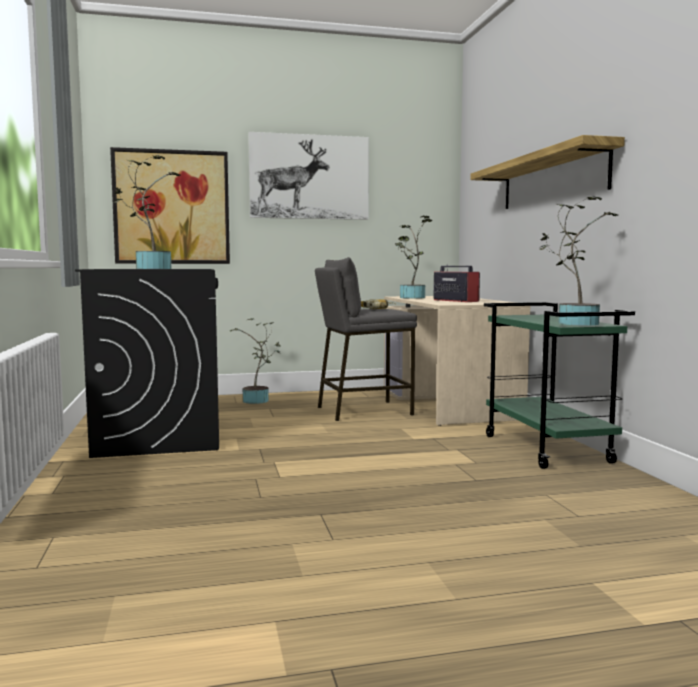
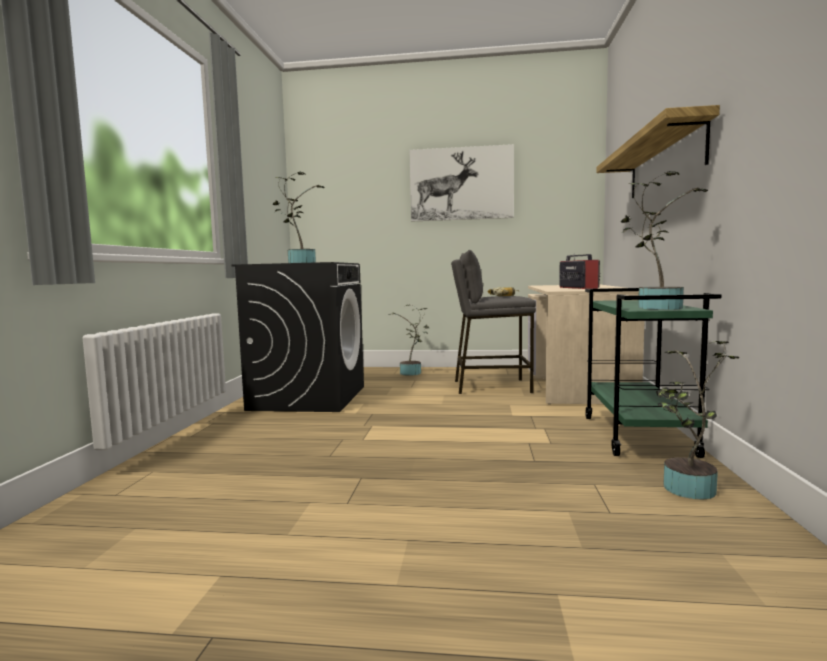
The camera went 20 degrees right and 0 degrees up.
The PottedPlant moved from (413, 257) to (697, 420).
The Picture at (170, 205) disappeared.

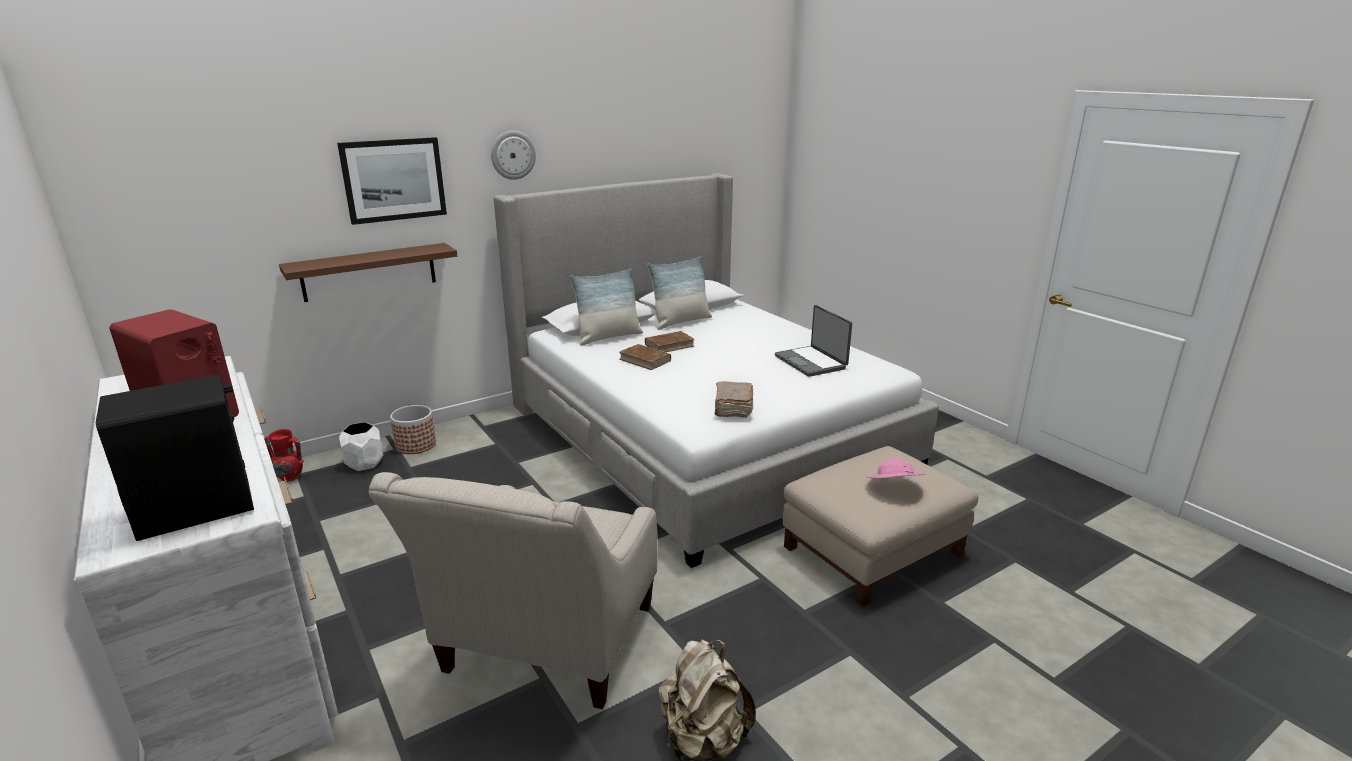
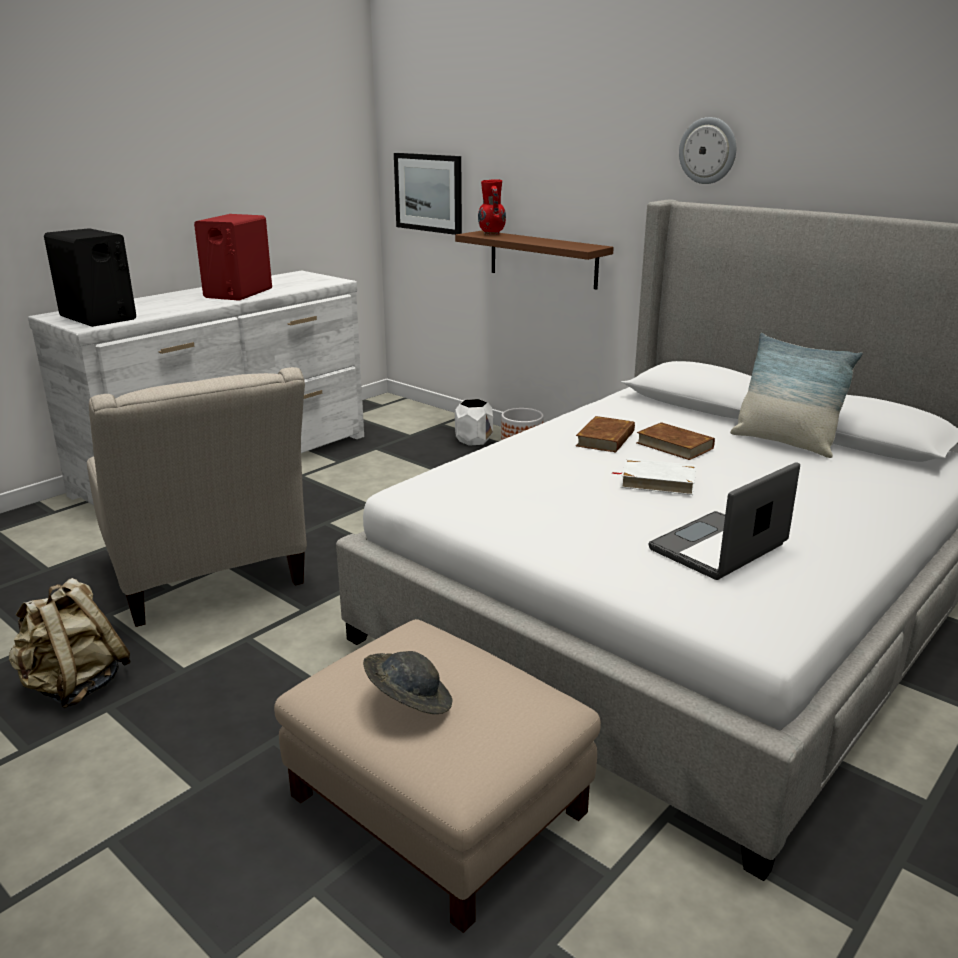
The camera went 75 degrees right and 0 degrees up.
The BeigeArmchair at (513, 590) turned 120 degrees counterclockwise.
The PinkHat at (896, 468) became the GreyHat at (407, 682).
The Picture moved from (392, 181) to (428, 194).
The RedVase moved from (284, 455) to (492, 207).
The WhiteBook at (654, 476) appeared.
The Pillow at (606, 307) disappeared.
The BrownBook at (734, 399) disappeared.

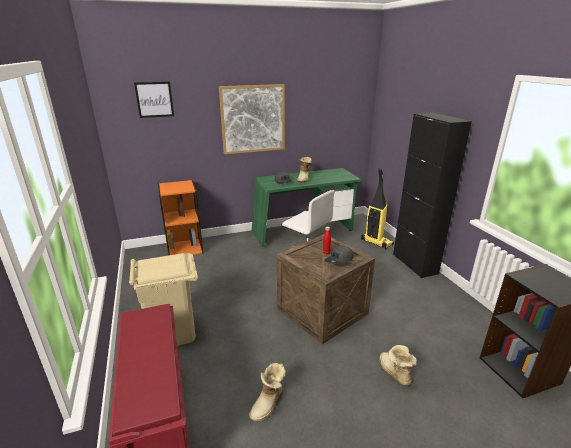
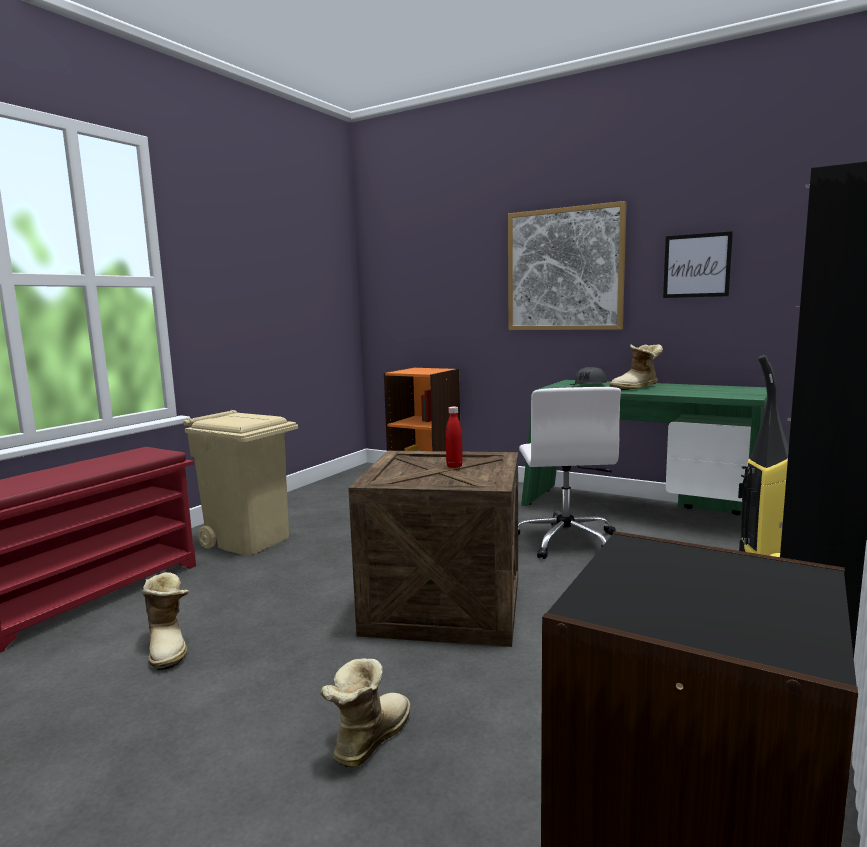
The camera went 50 degrees right and 15 degrees down.
The Boot at (267, 392) turned 105 degrees counterclockwise.
The Picture moved from (154, 100) to (698, 264).
The GreyCap at (339, 255) disappeared.

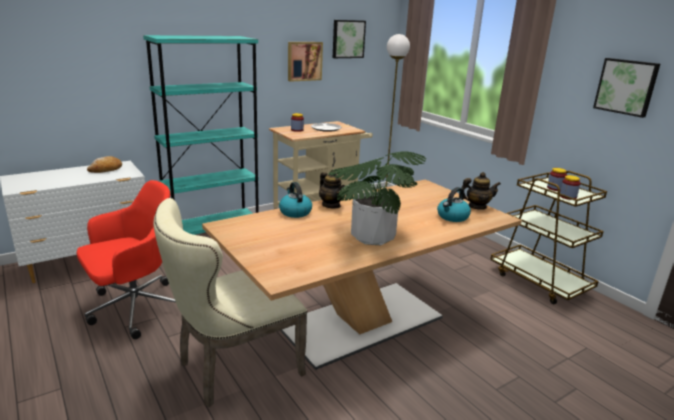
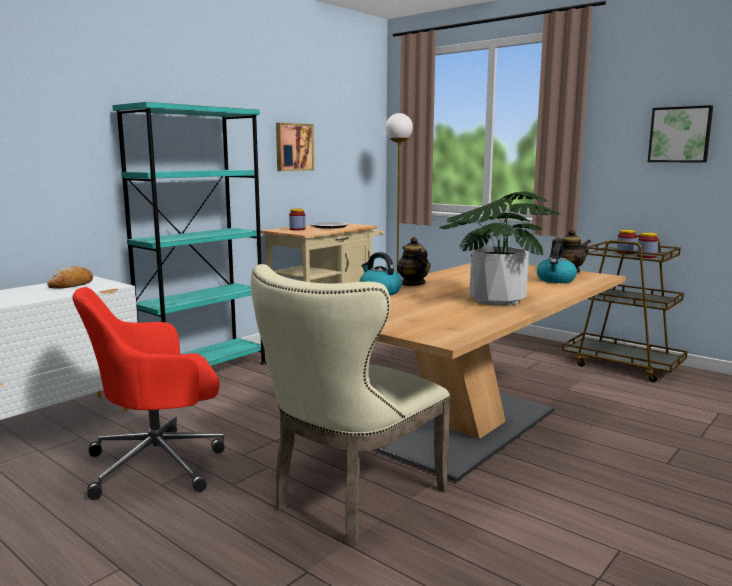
The camera went 15 degrees left and 10 degrees down.
The RedOfficeChair at (126, 259) turned 150 degrees counterclockwise.
The Teapot at (332, 189) turned 150 degrees counterclockwise.
The Picture at (349, 39) disappeared.

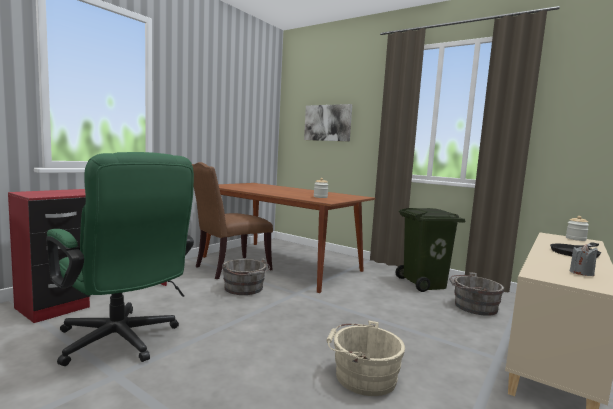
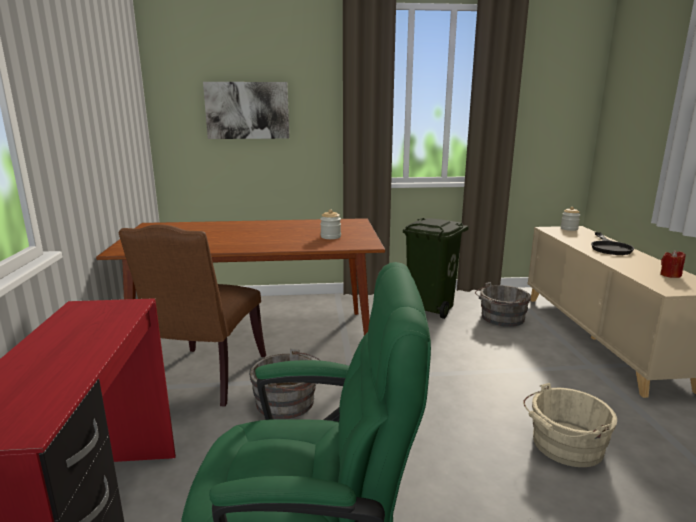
The camera went 40 degrees left and 10 degrees up.
The GreyCandle at (584, 260) became the RedCandle at (672, 264).

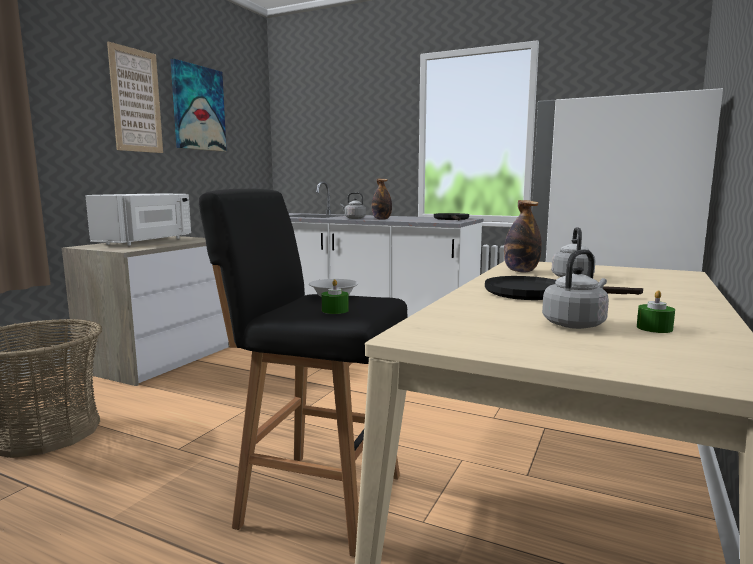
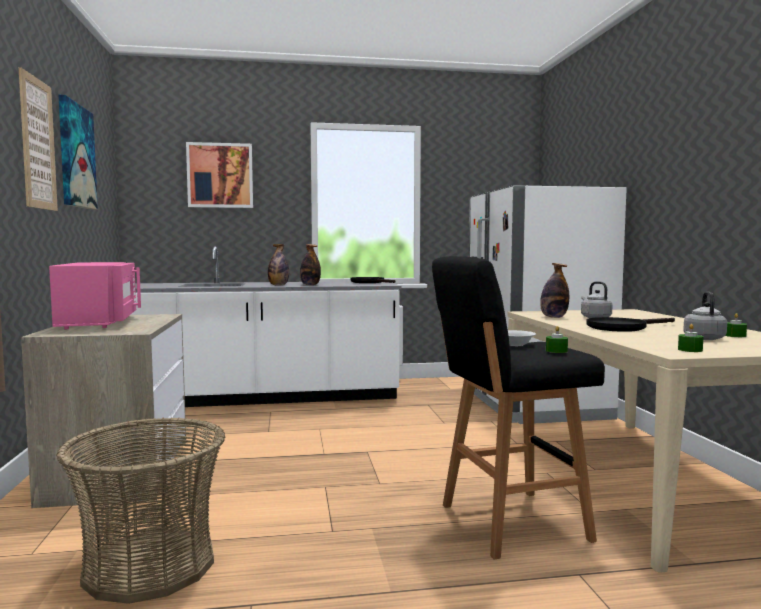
The camera went 35 degrees left and 5 degrees down.
The WhiteMicrowave at (138, 220) became the PinkMicrowave at (95, 295).
The Picture at (219, 175) appeared.
The GreyKettle at (353, 205) was replaced by the Bottle at (278, 264).
The GreenCandle at (690, 338) appeared.

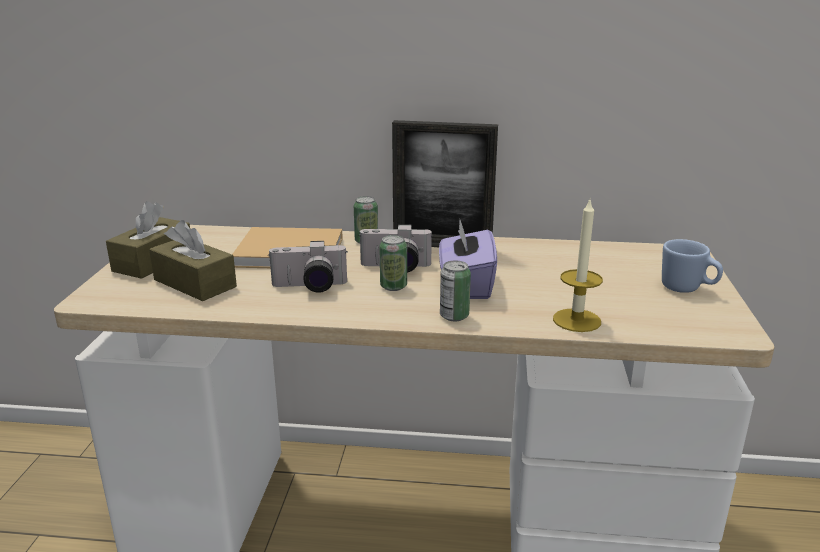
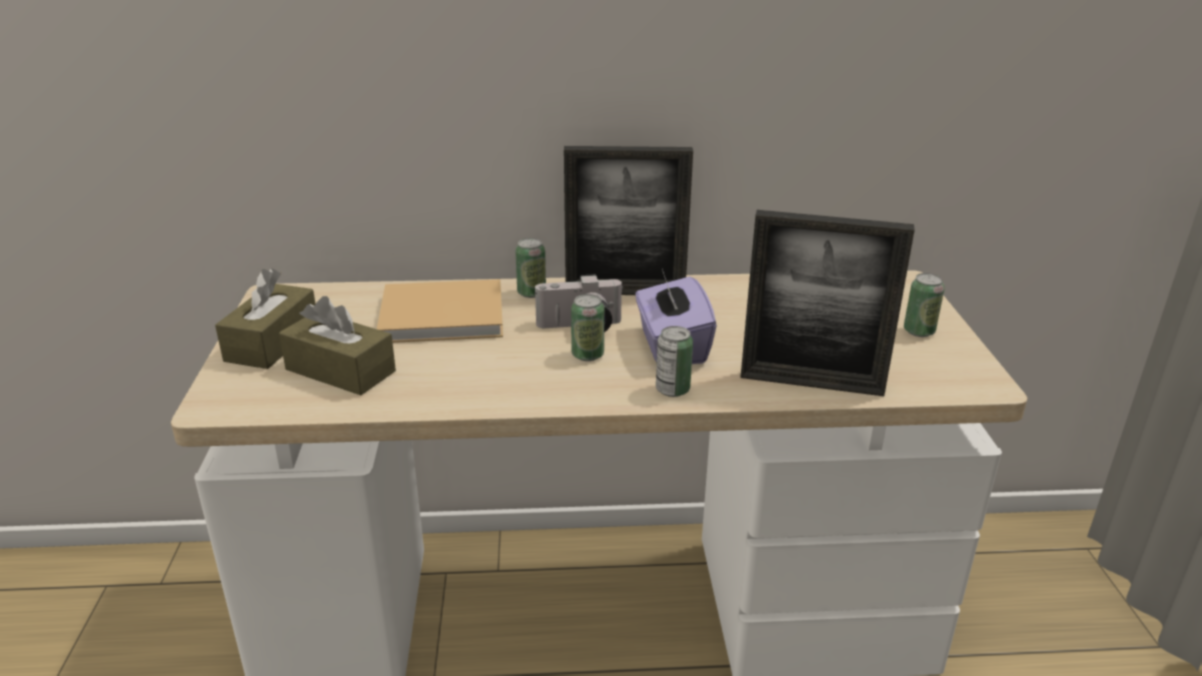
The camera went 10 degrees left and 5 degrees up.
The Candle at (578, 264) was replaced by the PictureFrame at (827, 303).
The BlueMug at (692, 266) was replaced by the Can at (924, 305).
The PhotoCamera at (308, 267) disappeared.

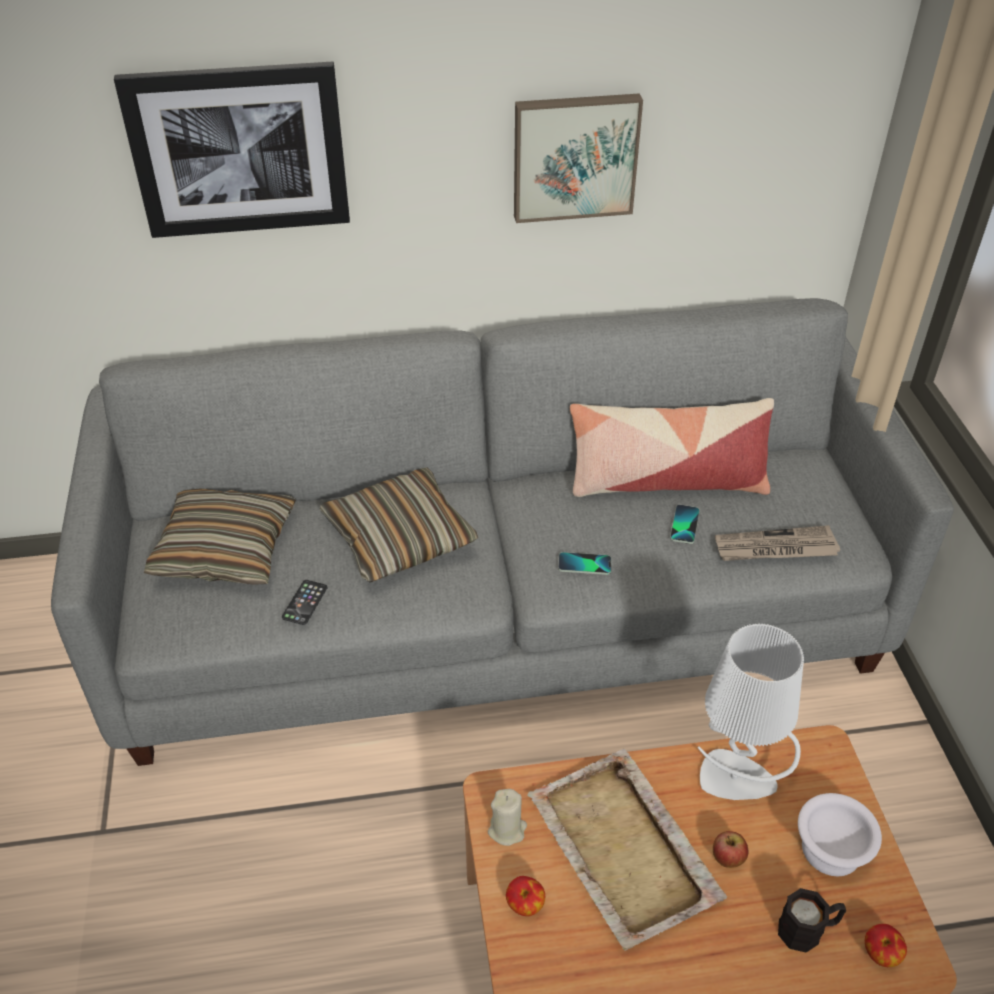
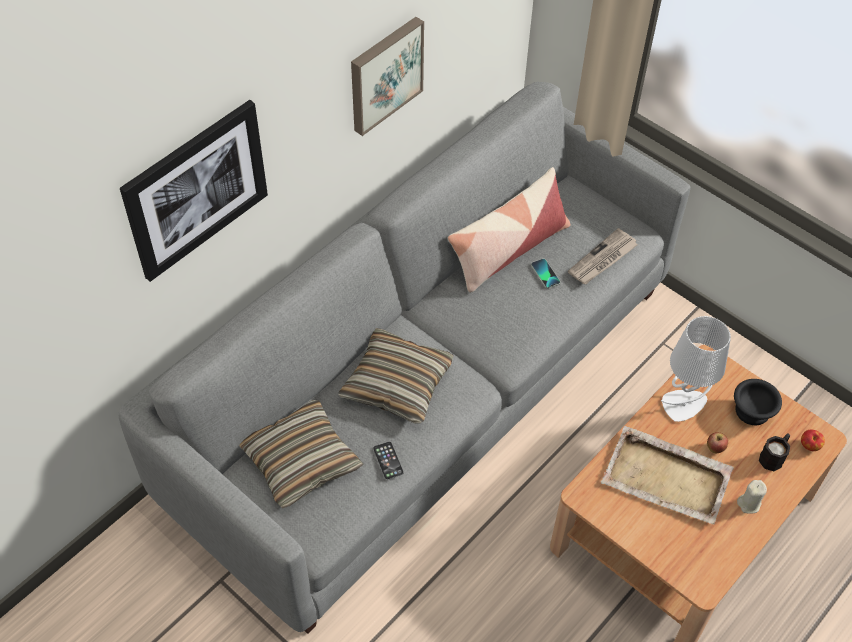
The camera went 40 degrees left and 10 degrees up.
The WhiteBowl at (840, 834) became the BlackBowl at (758, 402).
The BeigeCandle moved from (507, 817) to (752, 497).
The Apple at (525, 896) disappeared.
The Phone at (585, 563) disappeared.

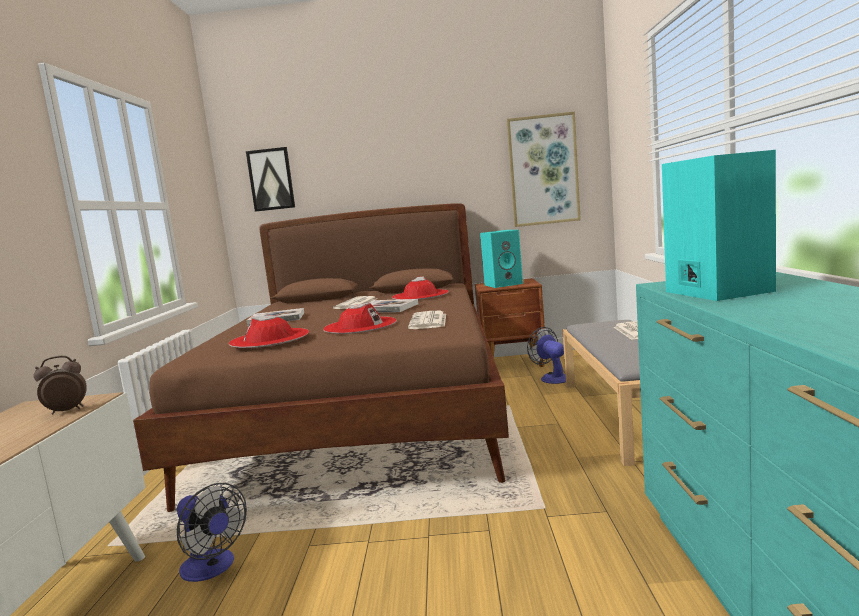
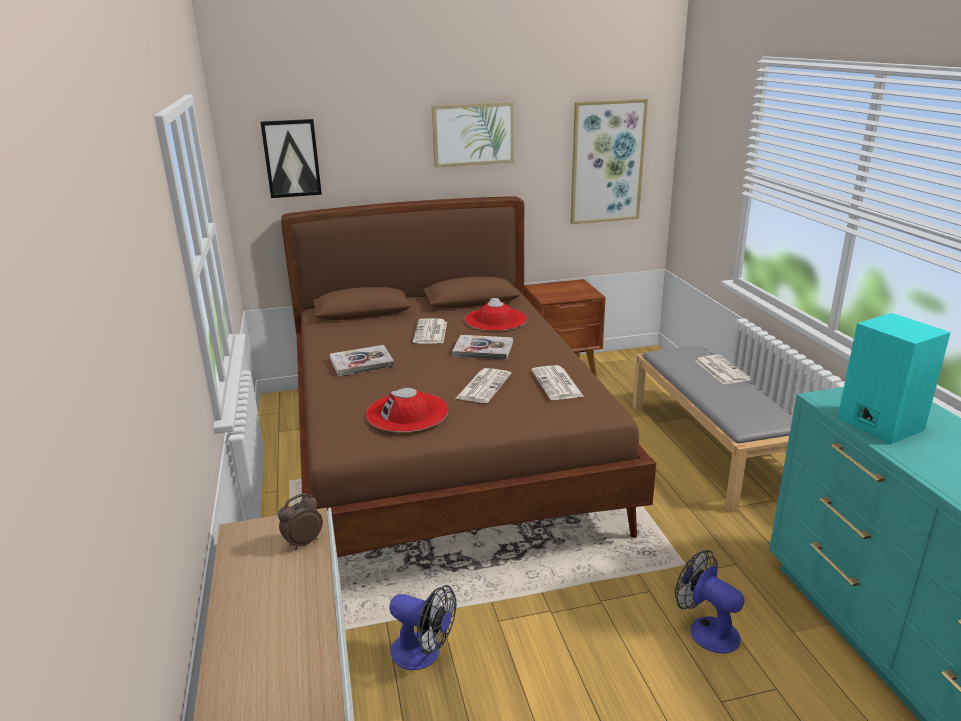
The camera went 15 degrees left and 15 degrees up.
The Picture at (473, 135) appeared.
The RedHat at (360, 318) was replaced by the Newspaper at (483, 385).
The Fan moved from (546, 355) to (710, 601).
The TurquoiseSpeaker at (501, 259) disappeared.

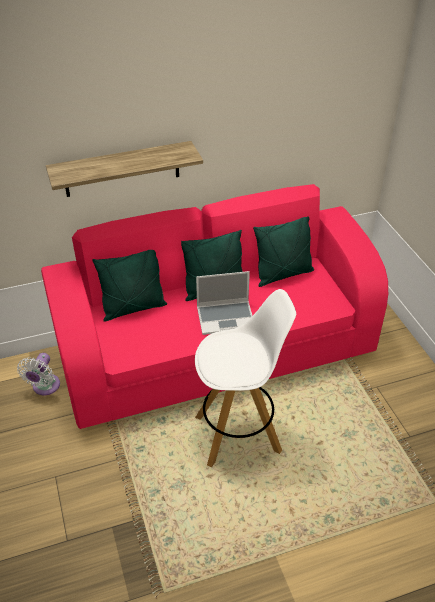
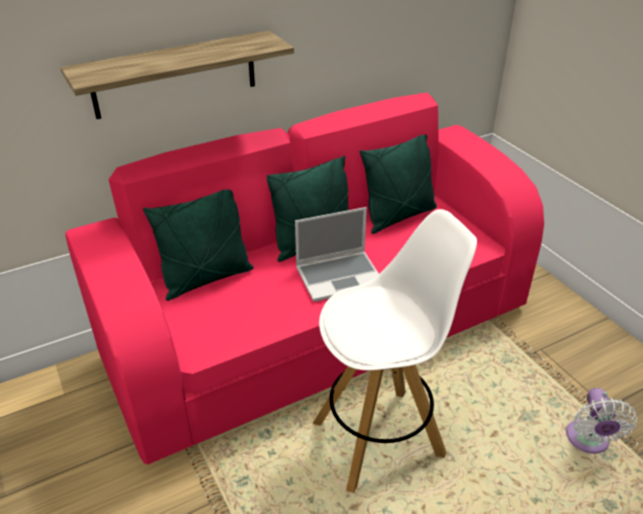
The camera went 10 degrees left and 5 degrees down.
The WhiteFan moved from (38, 374) to (601, 421).

